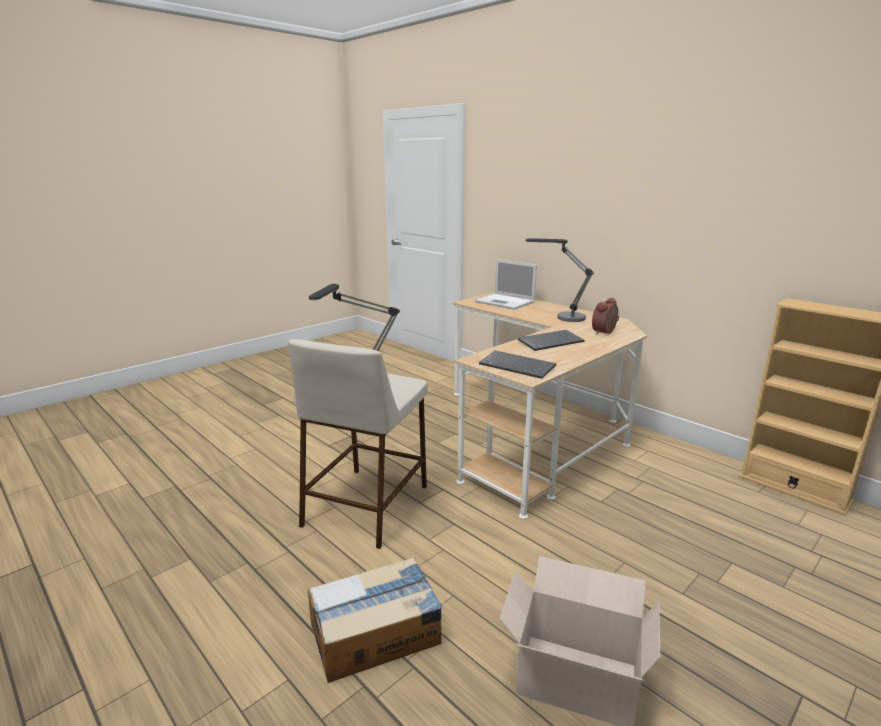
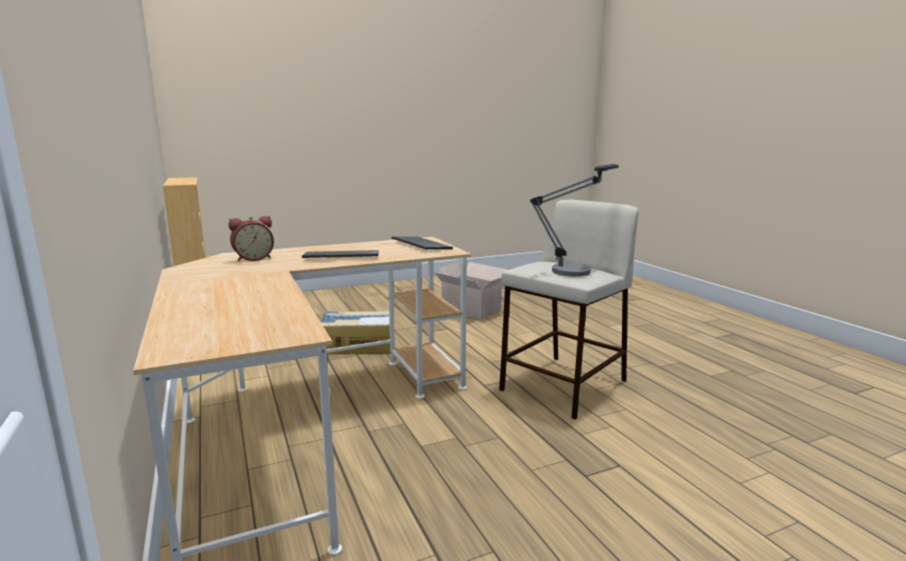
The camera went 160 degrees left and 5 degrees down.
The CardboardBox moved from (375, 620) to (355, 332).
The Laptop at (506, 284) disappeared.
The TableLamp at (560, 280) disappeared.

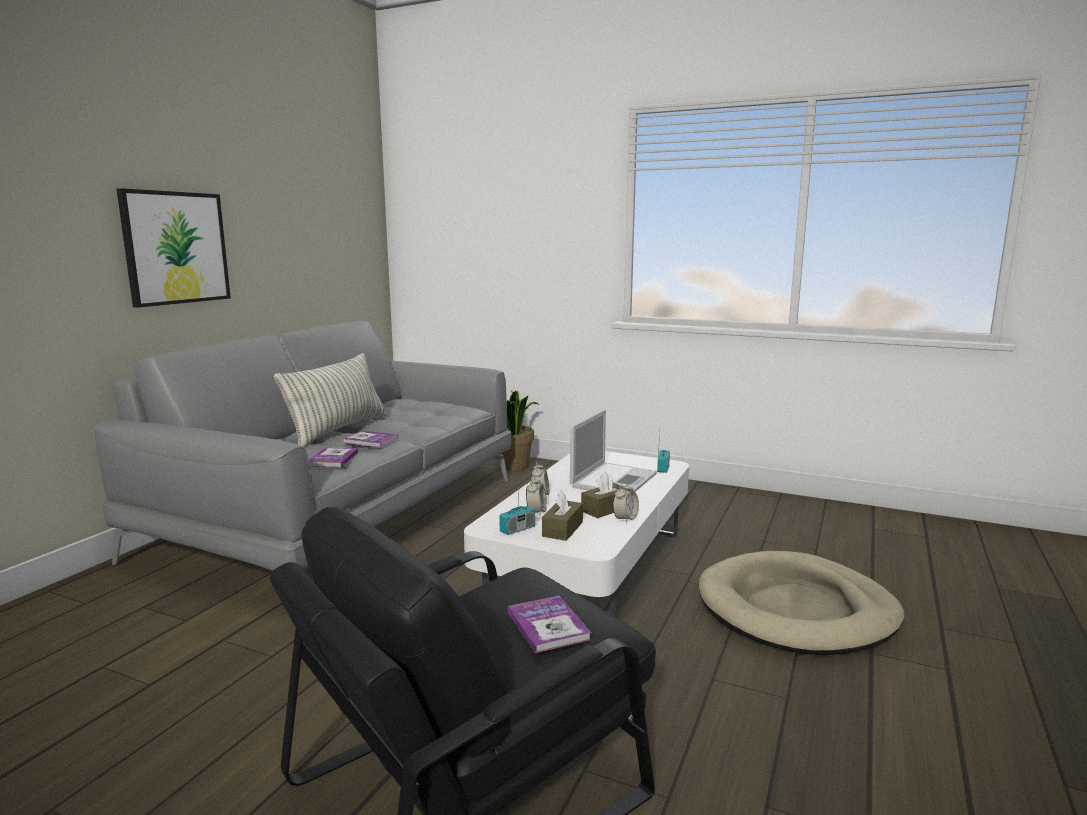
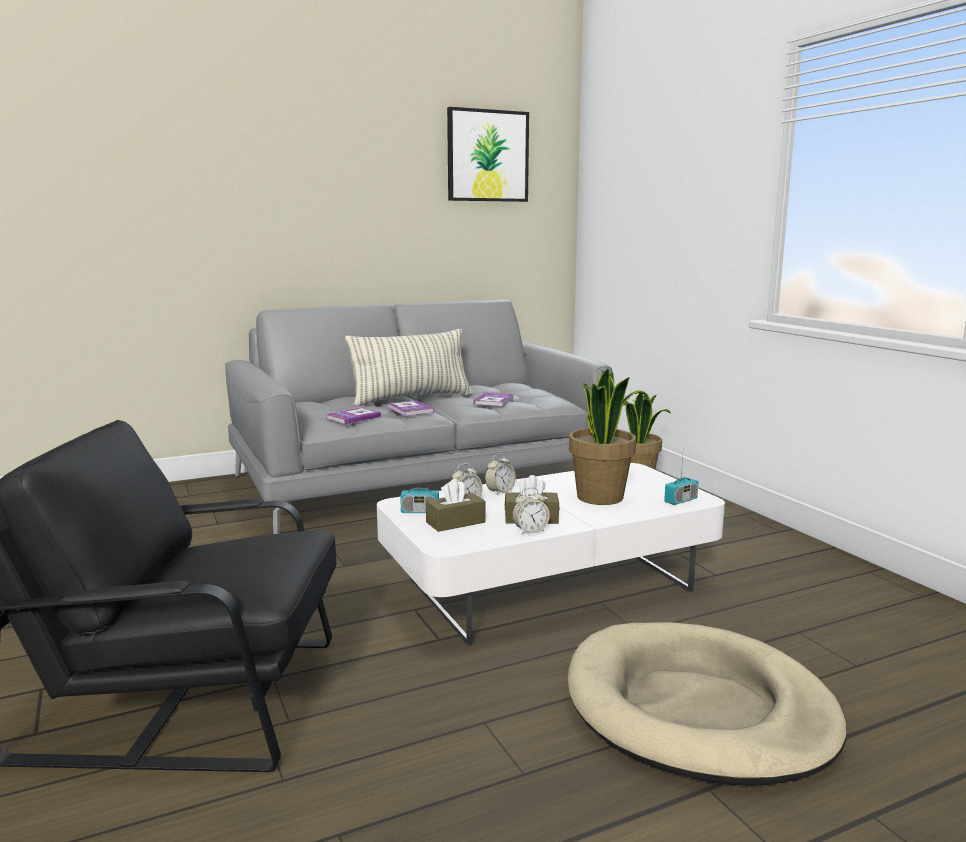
The camera went 40 degrees right and 0 degrees up.
The Picture moved from (174, 248) to (488, 154).
The Book moved from (549, 624) to (493, 399).
The Laptop at (613, 451) was replaced by the PottedPlant at (608, 437).

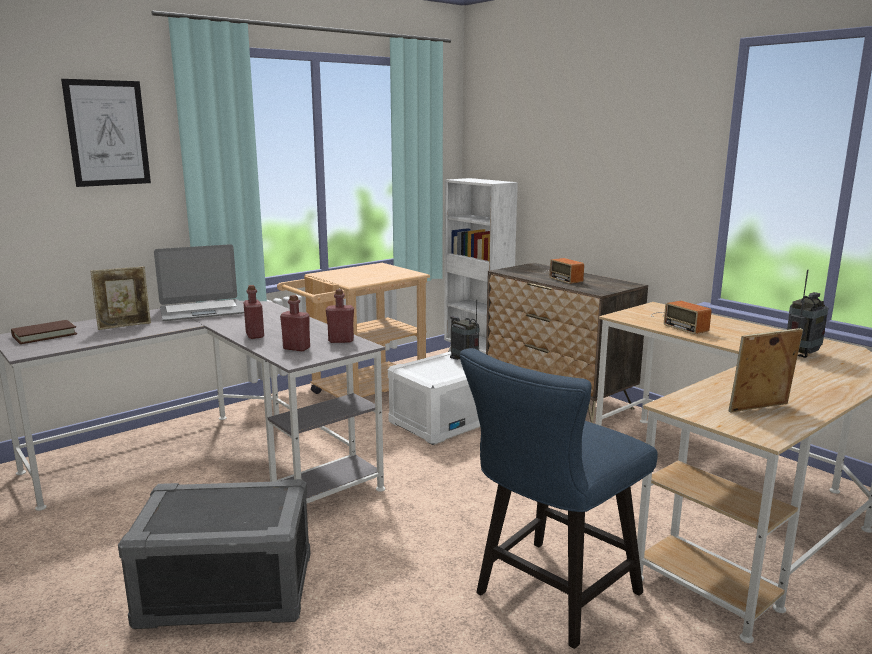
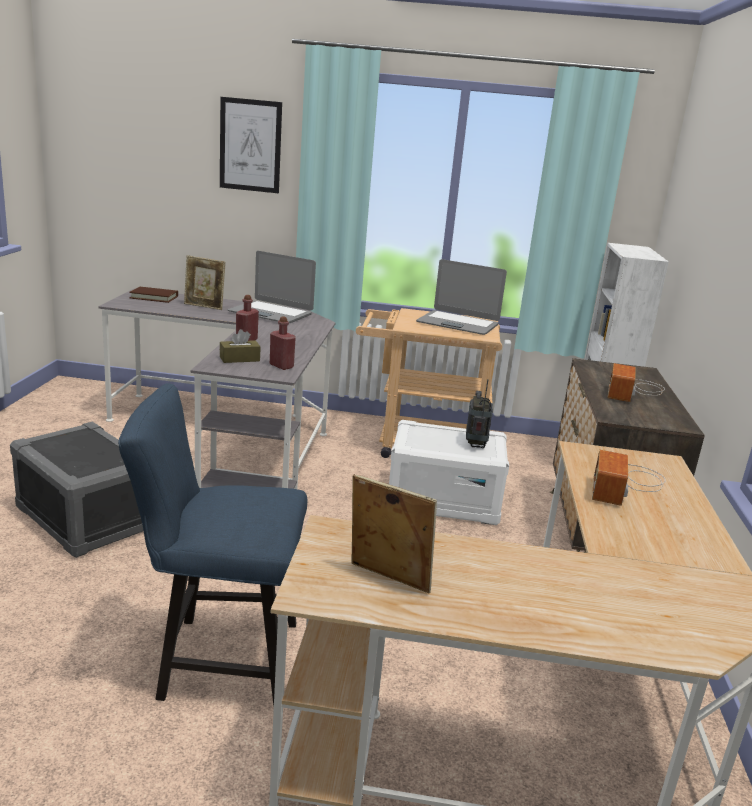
The camera went 45 degrees right and 5 degrees up.
The RedBottle at (295, 323) was replaced by the BrownTissueBox at (240, 346).
The Laptop at (461, 297) appeared.
The Radio at (807, 314) disappeared.

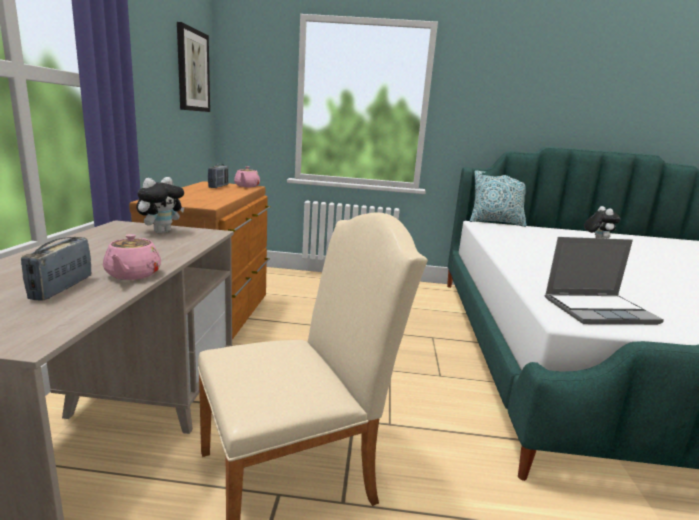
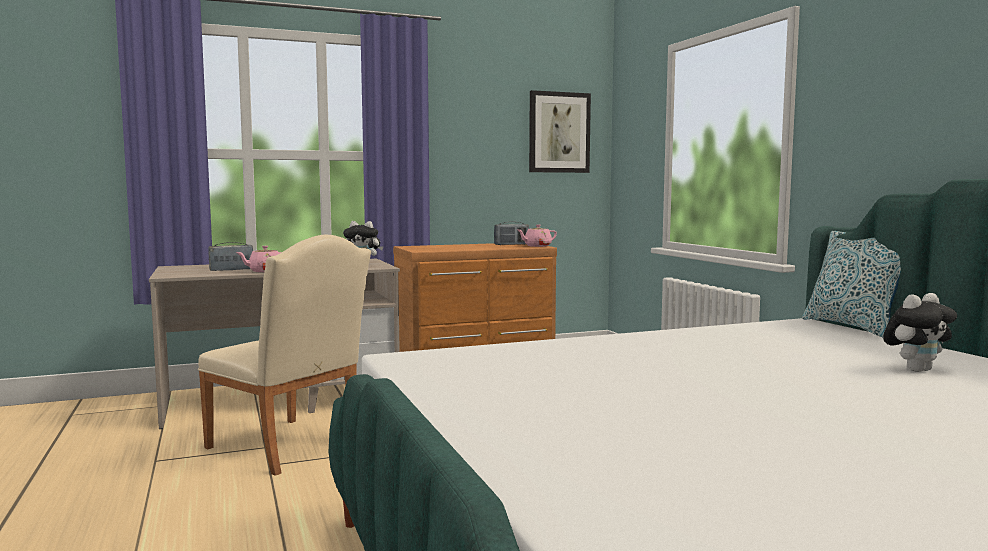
The camera went 65 degrees right and 10 degrees down.
The Laptop at (604, 281) disappeared.

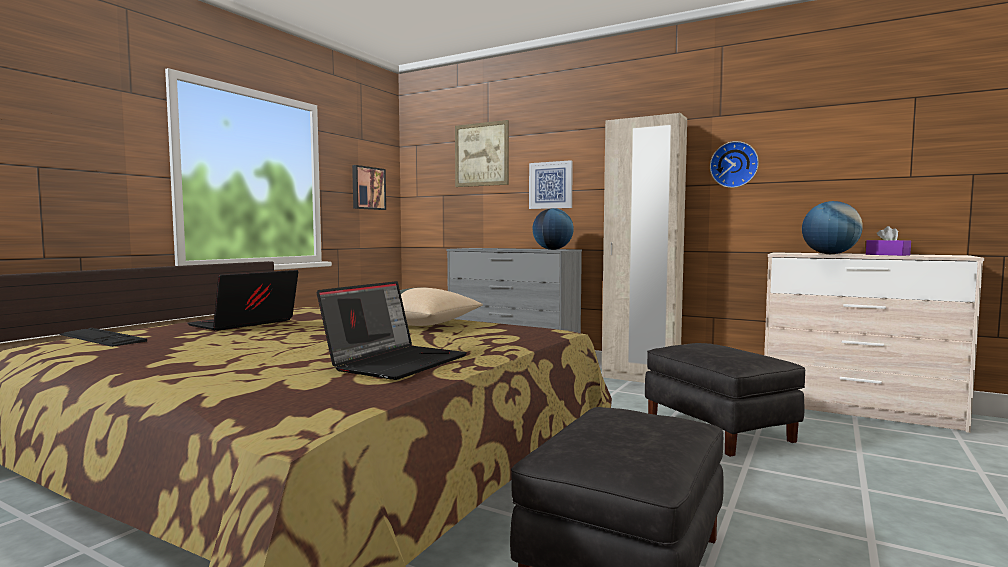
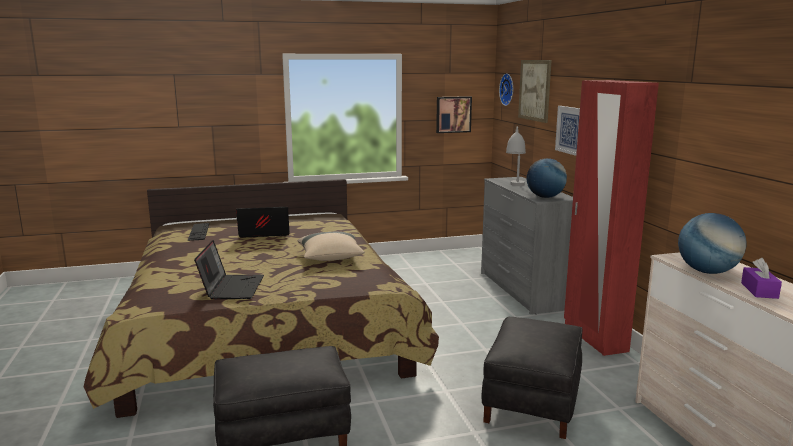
The camera went 45 degrees right and 10 degrees up.
The Laptop at (392, 330) turned 75 degrees counterclockwise.
The WallClock moved from (734, 164) to (506, 89).
The GreyTableLamp at (516, 156) appeared.
The BeigeWardrobe at (644, 248) became the RedWardrobe at (611, 218).

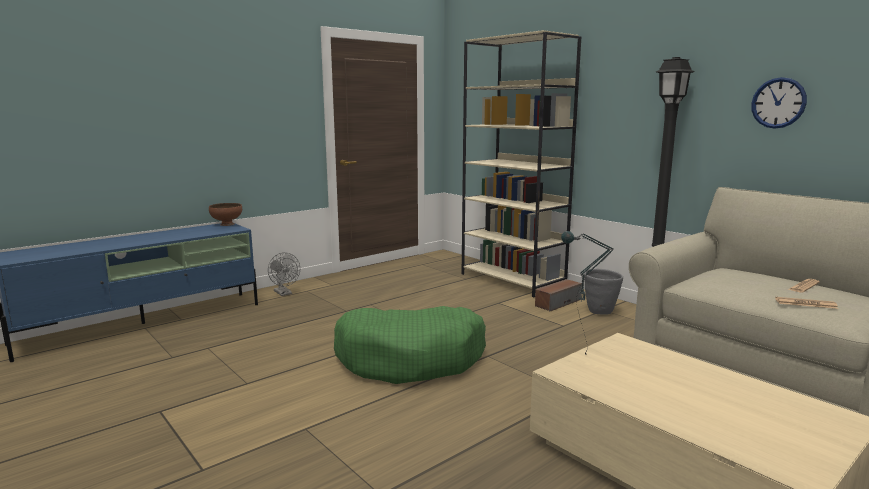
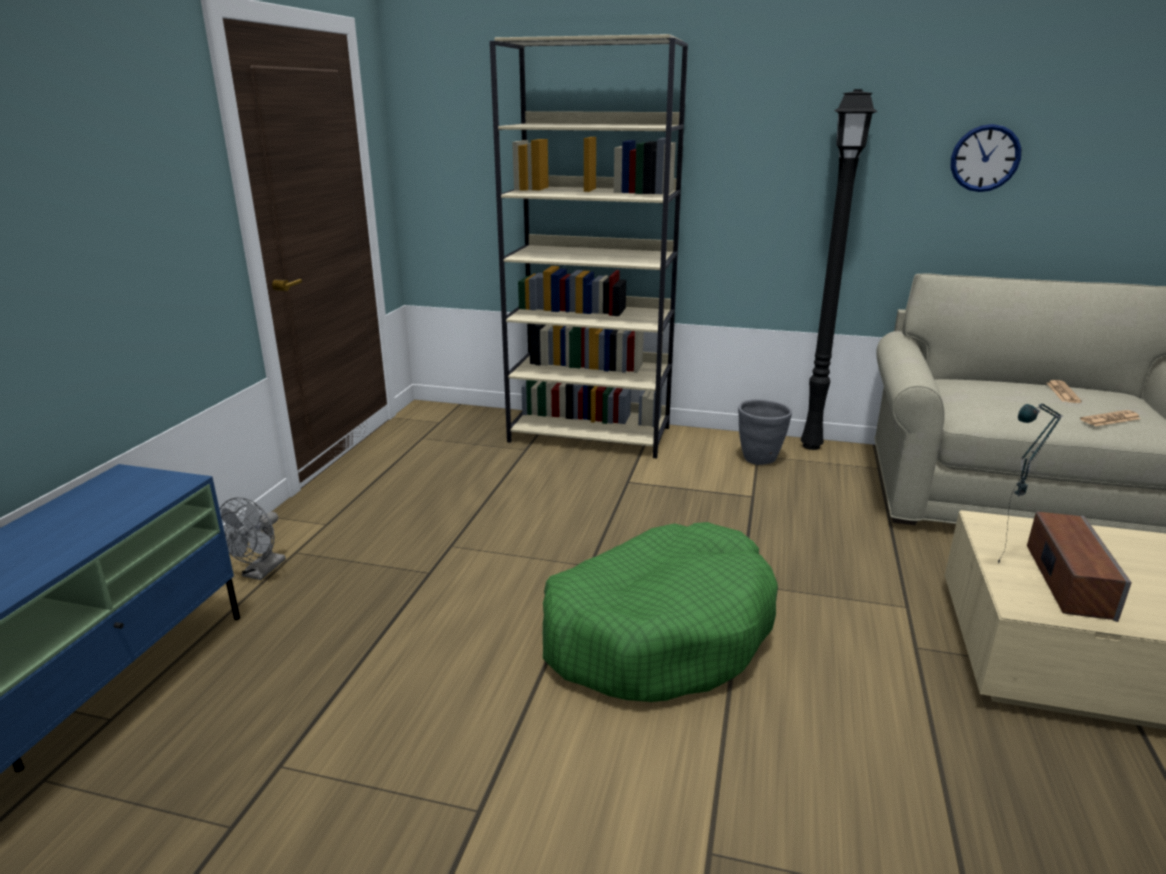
The camera went 35 degrees left and 10 degrees up.
The GreyFan at (284, 274) turned 90 degrees clockwise.
The Speaker moved from (558, 295) to (1079, 567).
The BrownBowl at (225, 214) disappeared.

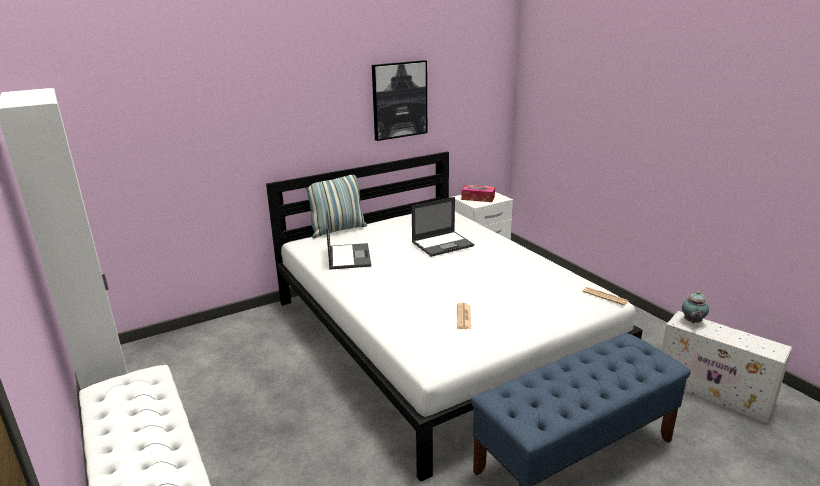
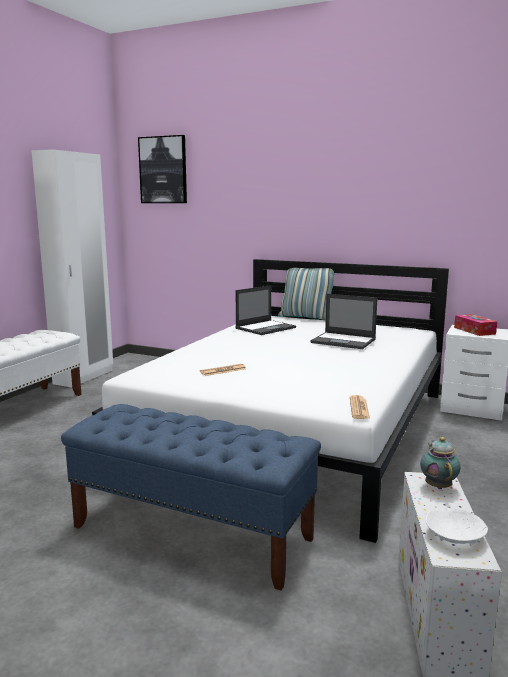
The camera went 55 degrees right and 10 degrees down.
The Picture moved from (399, 100) to (162, 169).
The Teapot at (695, 307) turned 105 degrees clockwise.
The WhiteBowl at (456, 526) appeared.

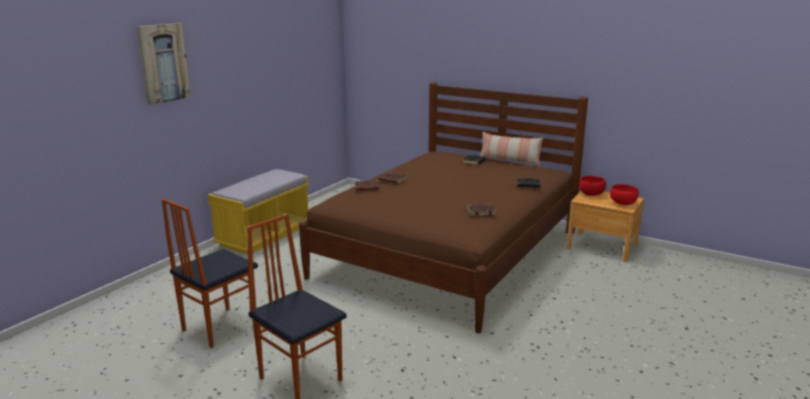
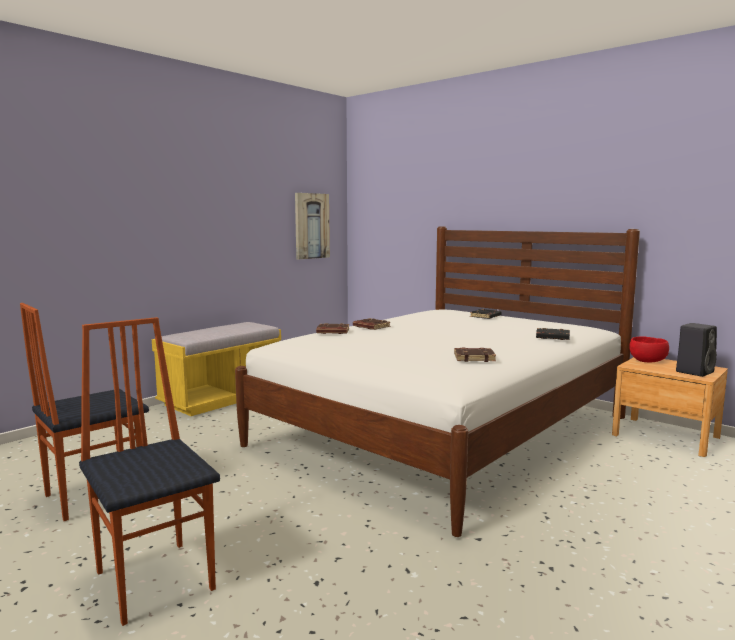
The camera went 10 degrees right and 10 degrees down.
The BrownBed at (443, 207) became the WhiteBed at (437, 381).
The Picture moved from (163, 64) to (312, 226).
The RedBowl at (624, 194) was replaced by the BlackSpeaker at (696, 350).
The Pillow at (512, 149) disappeared.

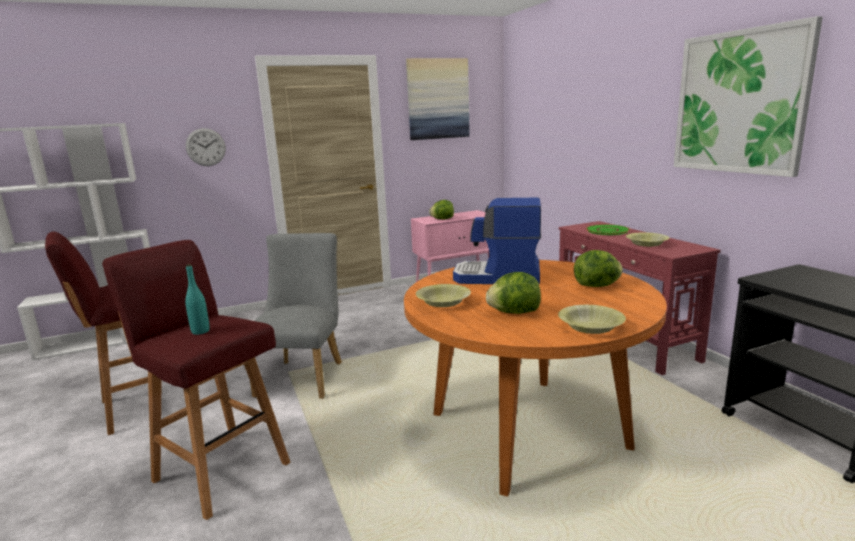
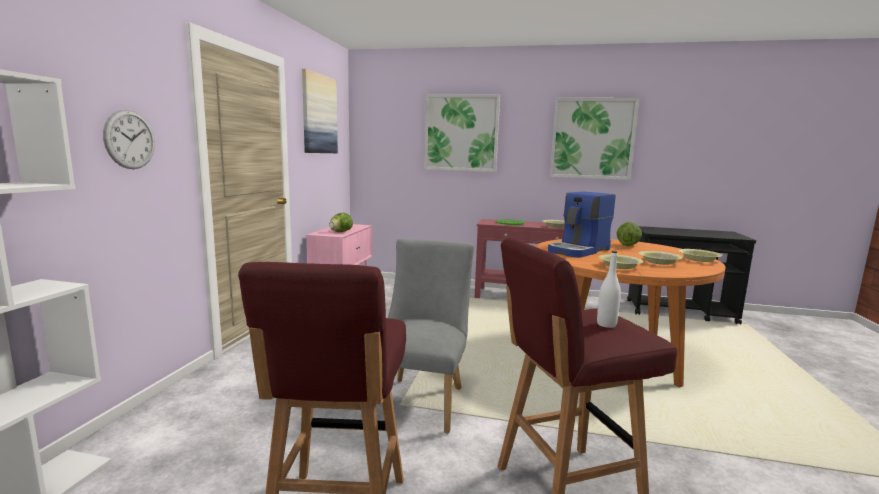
The camera went 55 degrees left and 5 degrees down.
The GreyChair at (296, 316) turned 60 degrees clockwise.
The Picture at (462, 133) appeared.
The TurquoiseBottle at (197, 299) became the WhiteBottle at (609, 289).
The Lettuce at (513, 293) was replaced by the YellowBowl at (661, 258).

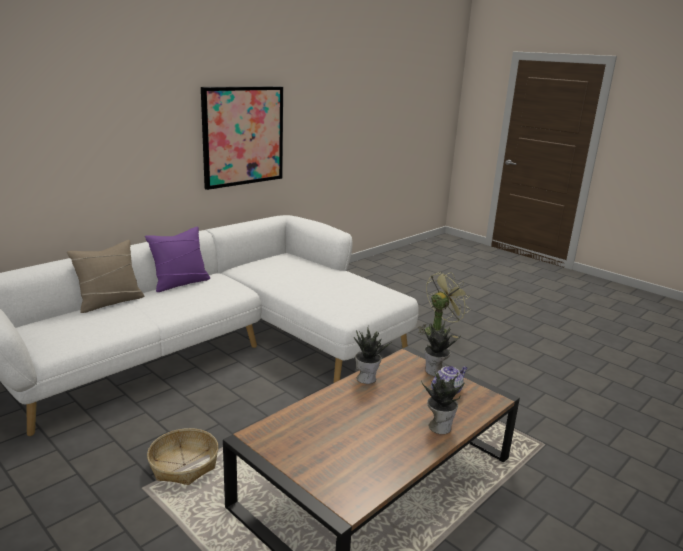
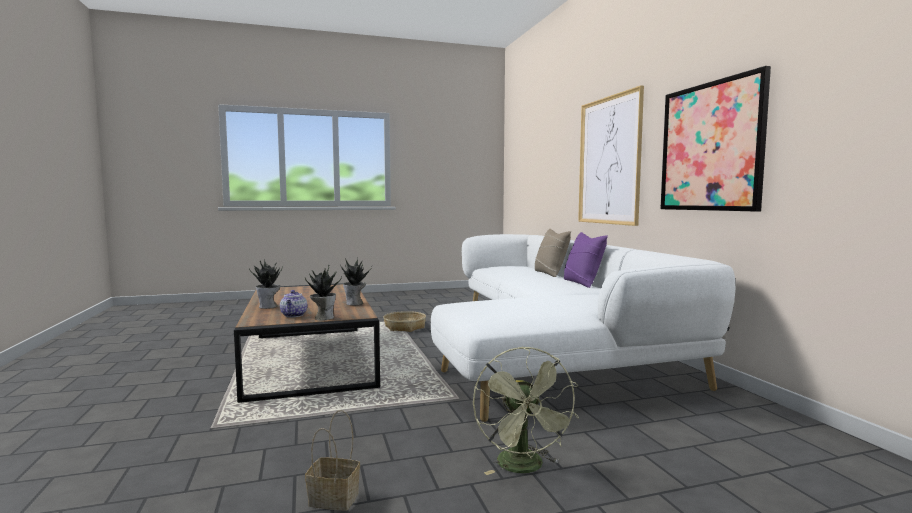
The camera went 120 degrees right and 15 degrees down.
The Basket at (332, 460) appeared.
The Picture at (611, 155) appeared.

